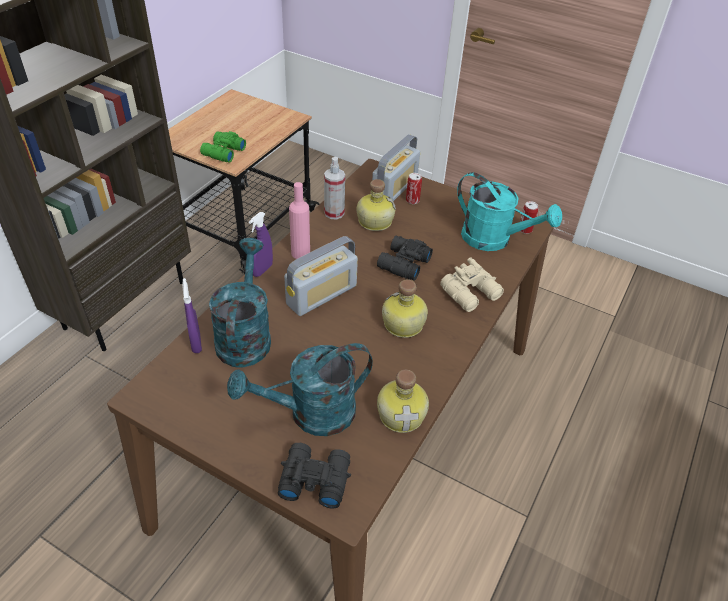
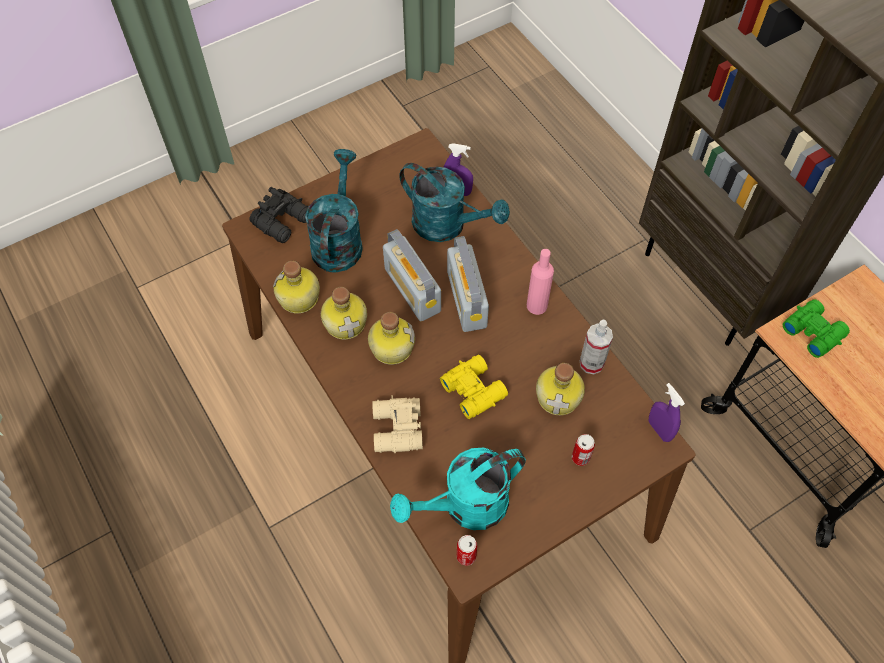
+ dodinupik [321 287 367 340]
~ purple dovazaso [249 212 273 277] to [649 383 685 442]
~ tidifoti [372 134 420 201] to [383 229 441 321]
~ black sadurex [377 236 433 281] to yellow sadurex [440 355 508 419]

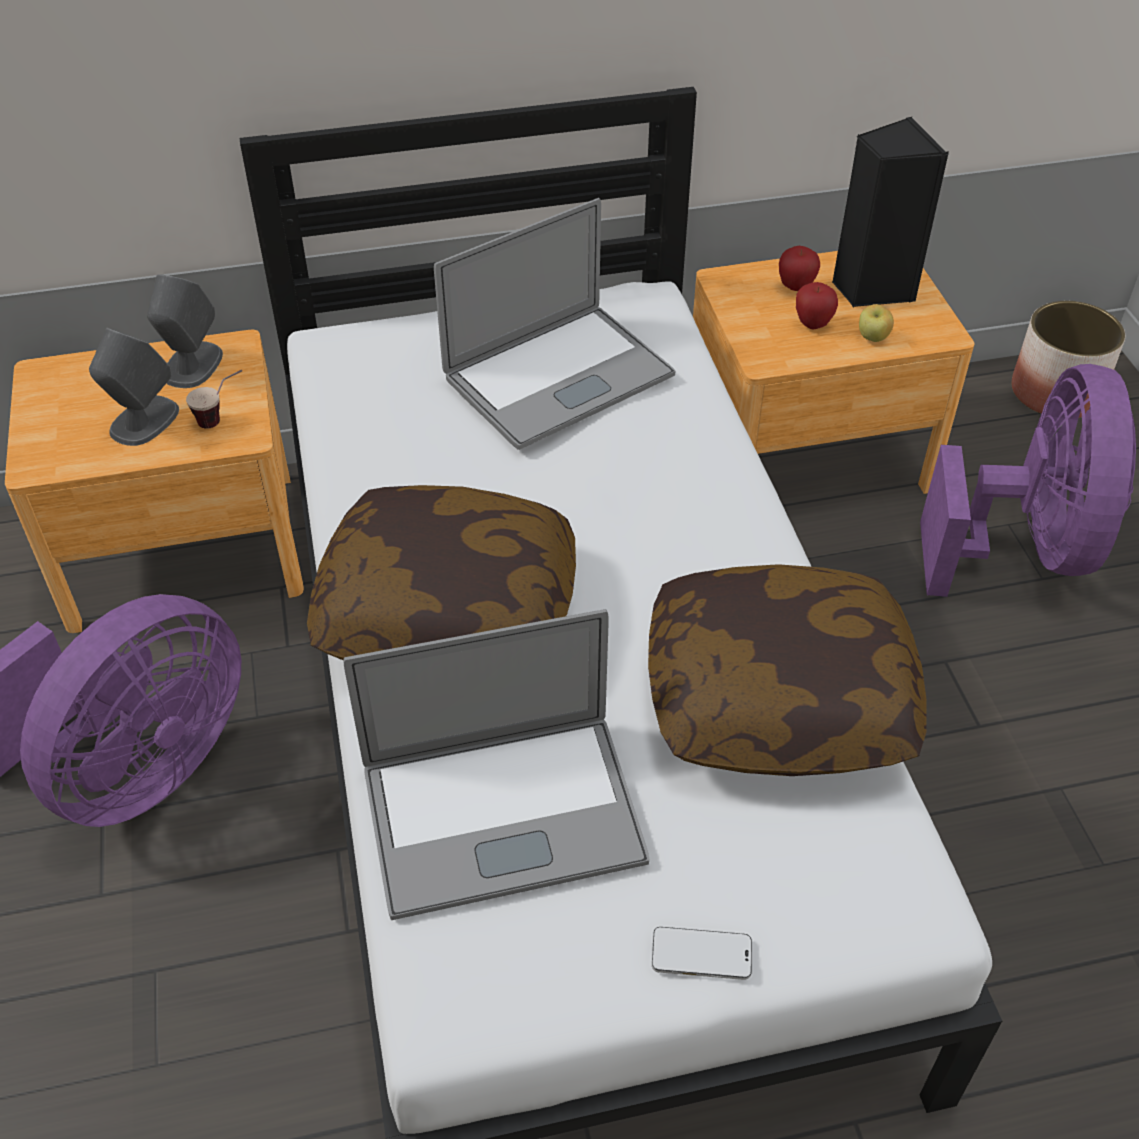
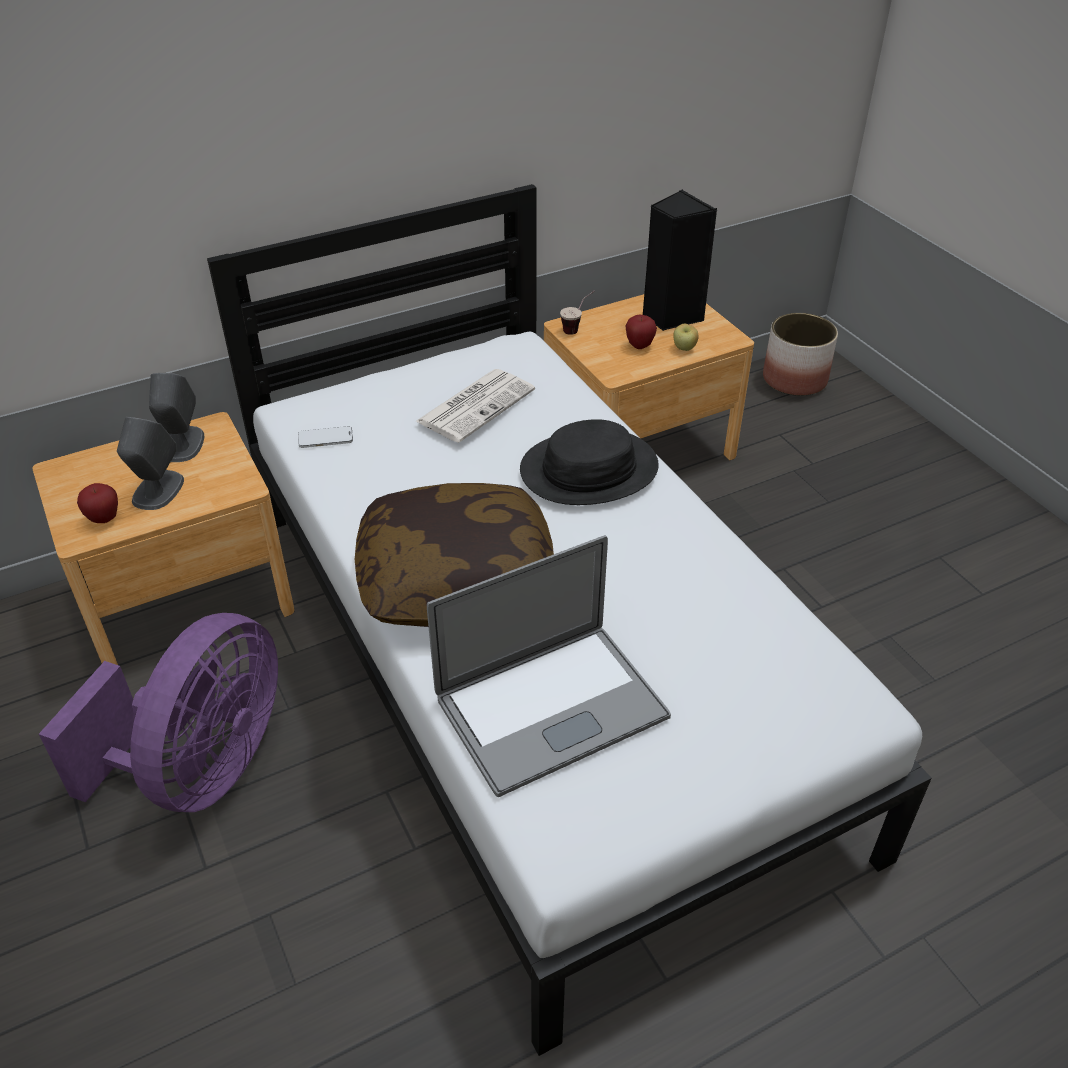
- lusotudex [648 564 926 776]
- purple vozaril [920 364 1136 597]
+ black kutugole [520 419 659 505]
~ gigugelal [186 370 242 429] to [560 291 595 335]
~ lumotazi [652 927 752 980] to [298 426 353 448]
~ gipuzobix [779 246 820 291] to [77 483 118 523]
~ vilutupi [434 198 675 450] to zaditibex [415 369 535 443]

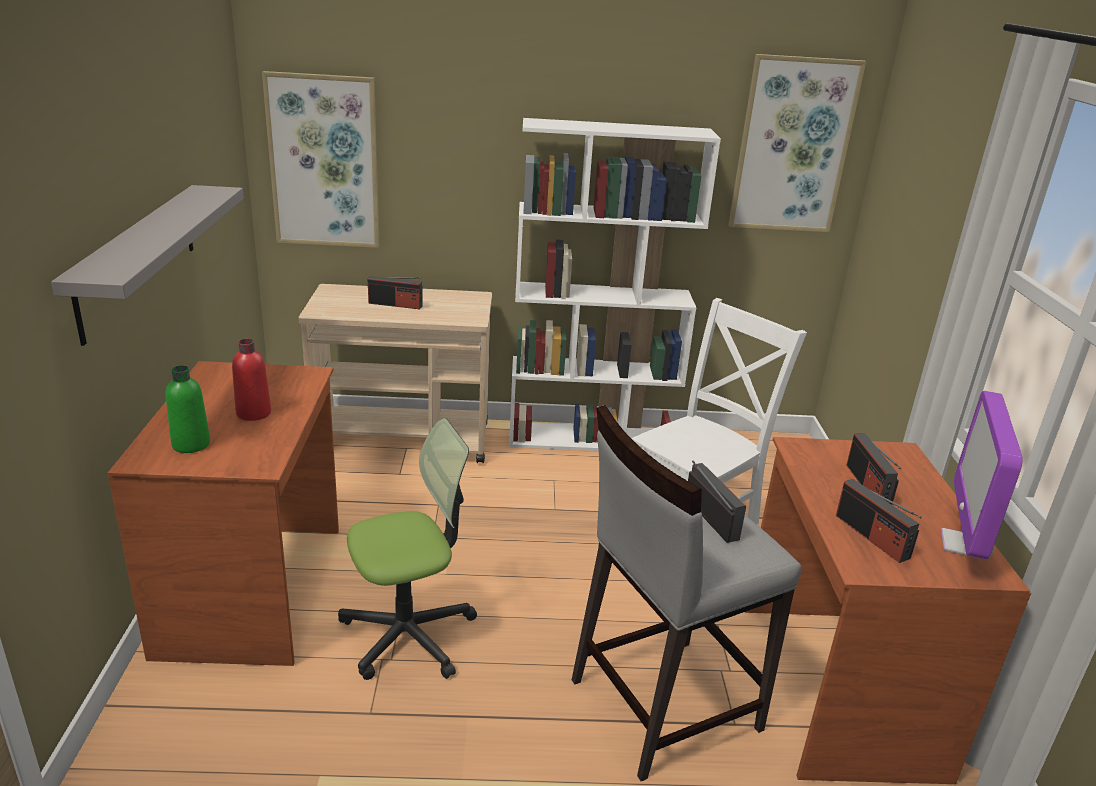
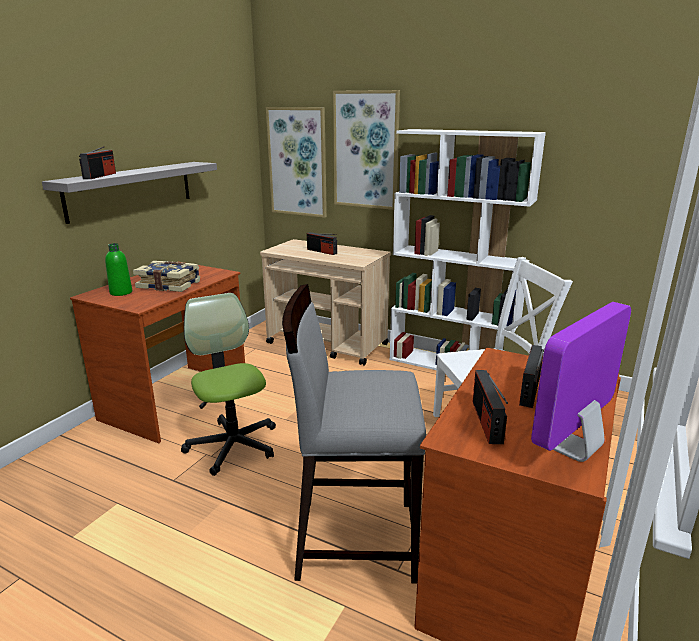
~ tidifoti [688 460 746 543] to [79 146 116 179]
~ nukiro [728 54 866 232] to [333 90 400 210]
~ red dodinupik [232 339 271 421] to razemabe [133 261 200 292]
~ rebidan [338 418 477 680] = [181 293 276 476] 120 degrees counterclockwise

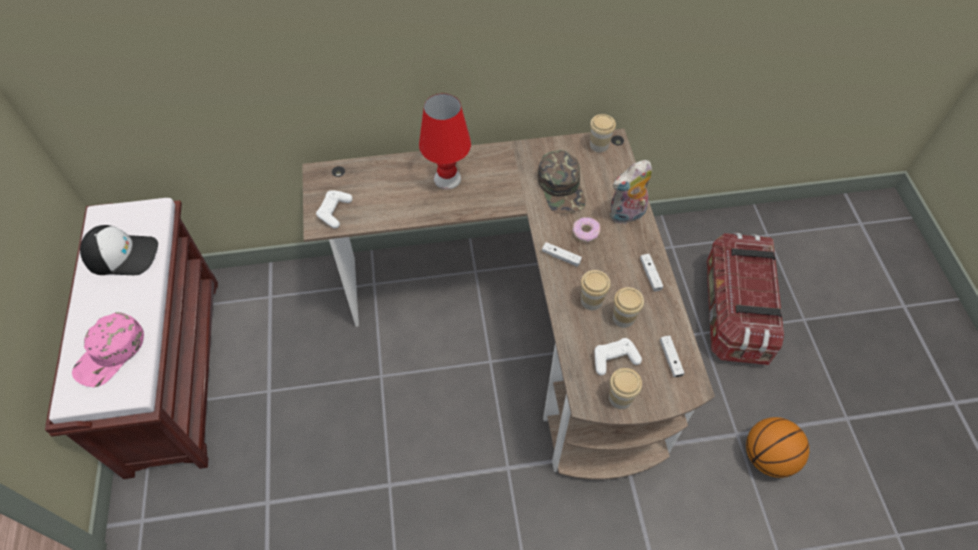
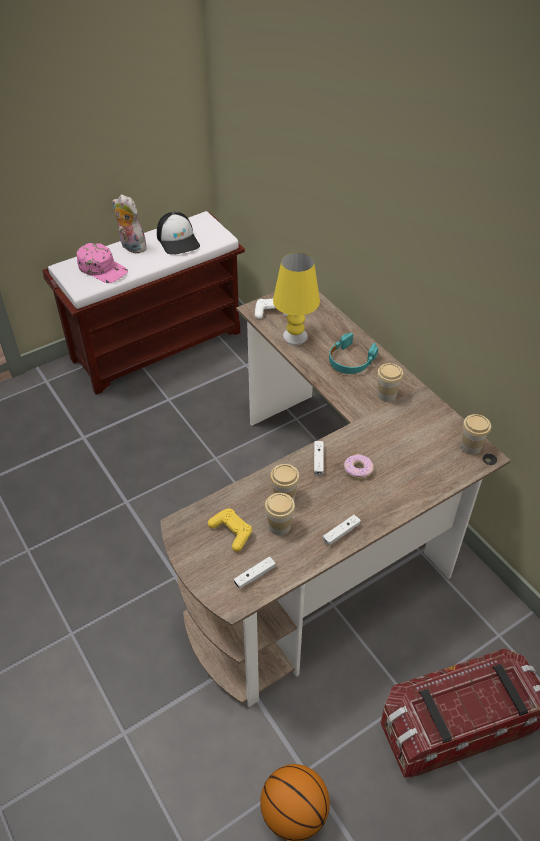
- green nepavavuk [537 150 586 214]
+ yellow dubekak [273 252 320 345]
~ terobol [609 160 652 224] to [112 194 147 253]
~ gigugelal [609 368 642 409] to [377 363 403 402]
~ red dubekak [419 93 471 189] to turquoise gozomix [329 333 378 374]
~ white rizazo [594 338 642 375] to yellow rizazo [208 508 252 552]
~ pink nepavavuk [72 312 144 387] = [76 243 128 283] 150 degrees counterclockwise

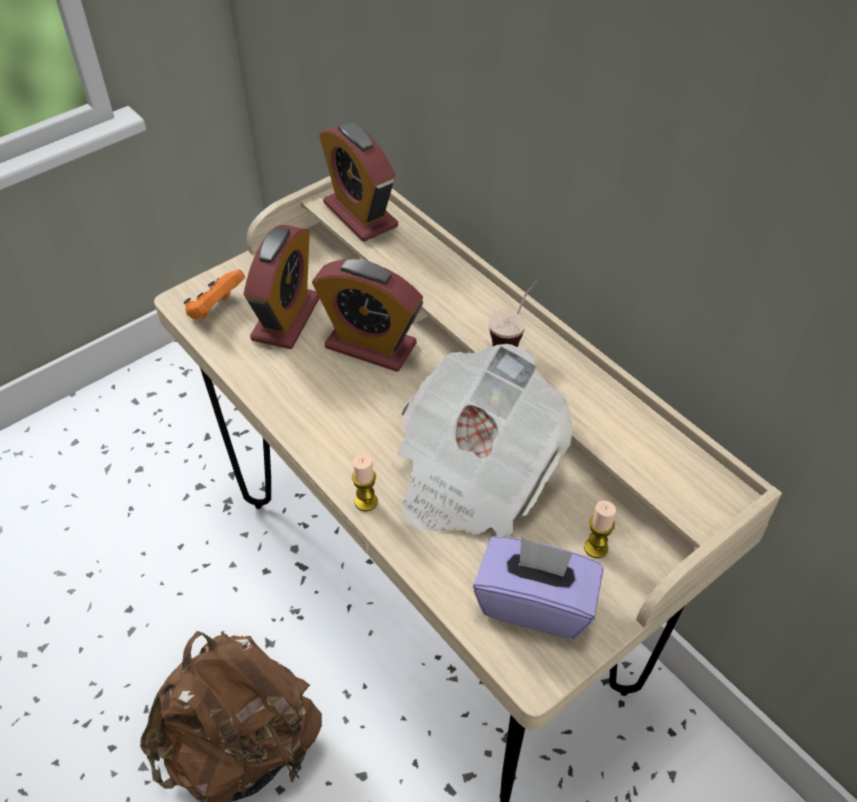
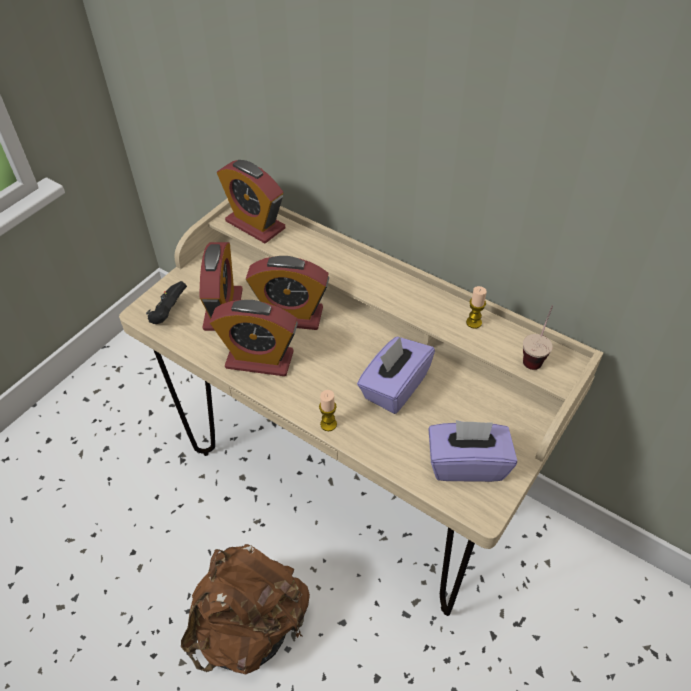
+ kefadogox [210 300 298 376]
~ gigugelal [488 277 541 347] to [523 306 553 370]
~ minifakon [584 500 616 558] to [466 286 487 329]
~ zaditibex [397 344 573 536] to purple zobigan [357 337 435 414]
~ orange rizazo [184 270 245 319] to black rizazo [146 281 187 324]

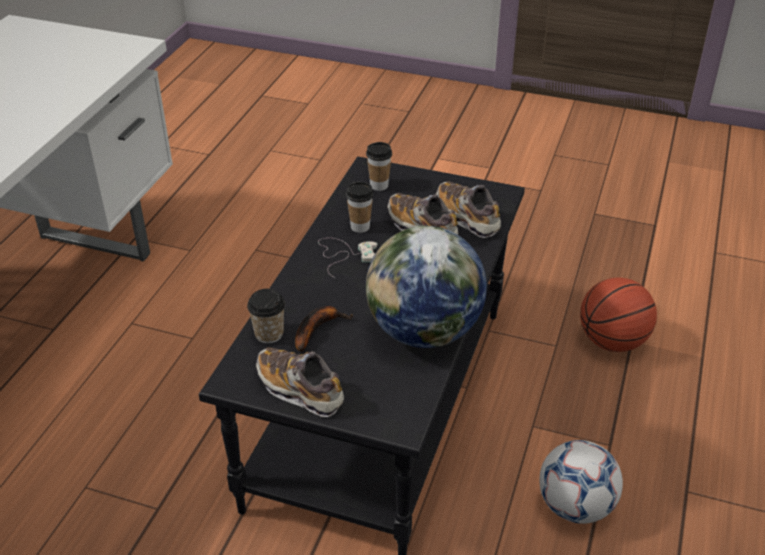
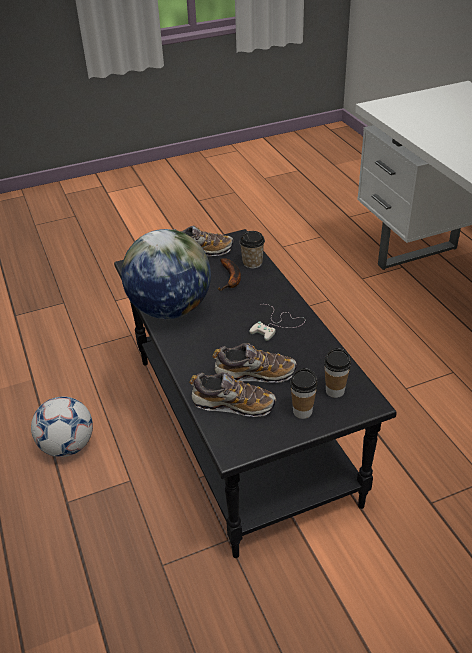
- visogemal [580 277 657 352]
~ gigugelal [346 182 374 233] to [290 368 318 419]

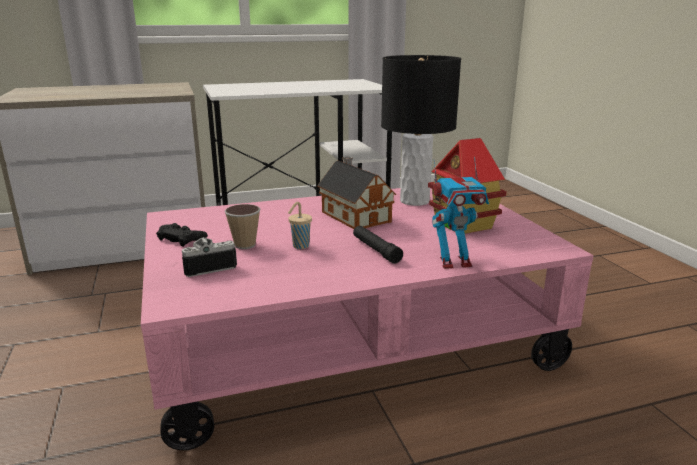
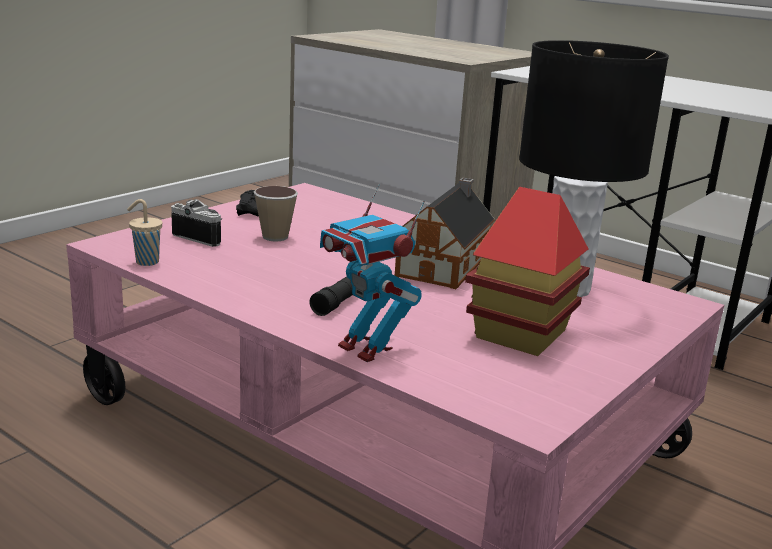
~ beige gigugelal [288 202 312 249] to [127 199 162 266]

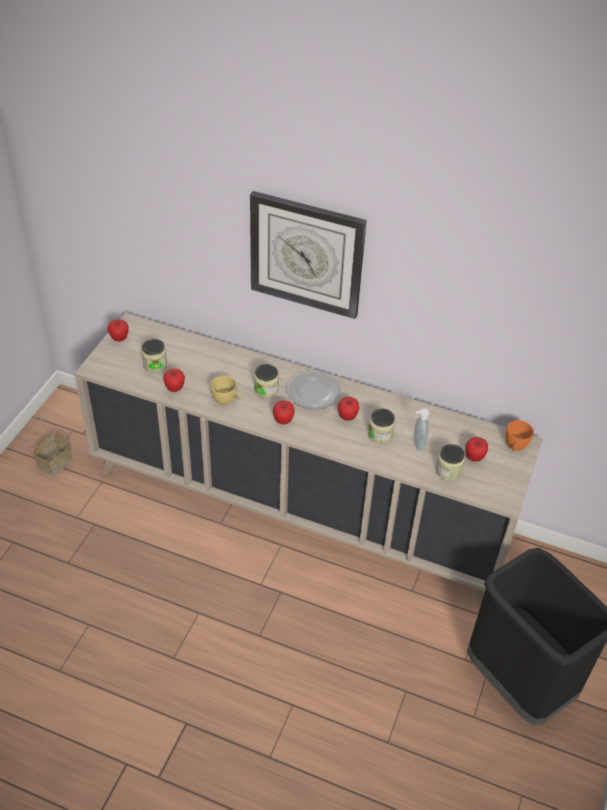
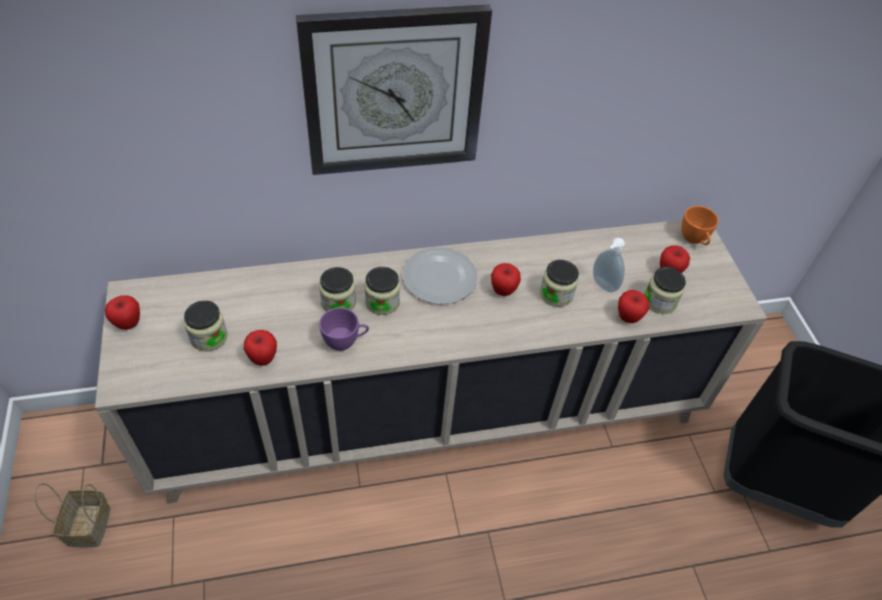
+ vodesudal [319 267 356 312]
~ gipuzobix [273 400 295 425] to [618 290 649 323]
~ yellow gigugelal [210 376 241 405] to purple gigugelal [319 308 369 351]

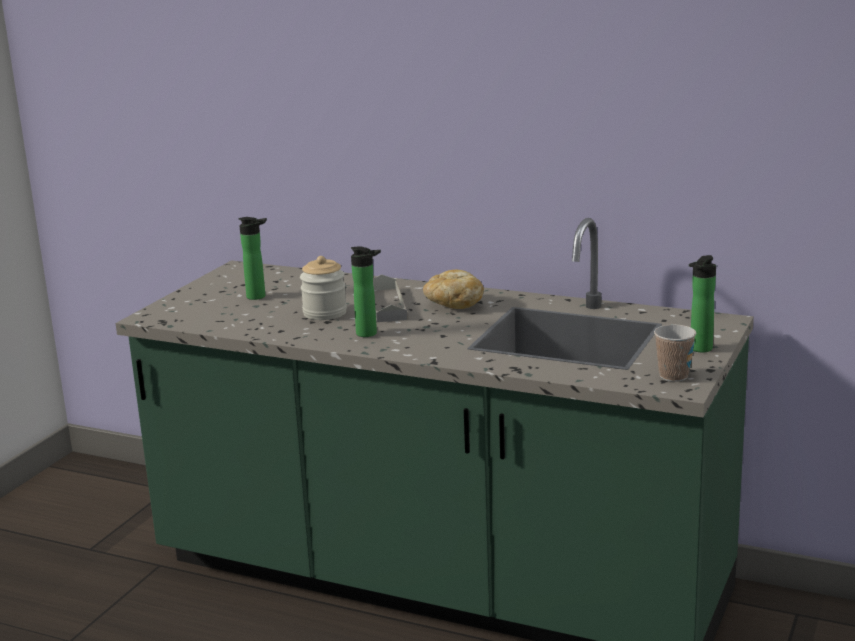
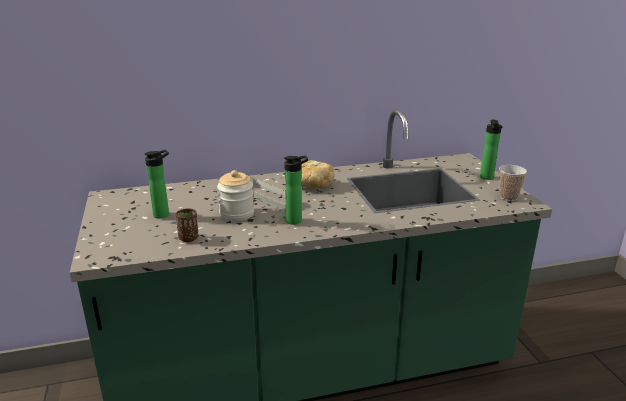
+ brown gigugelal [176 208 198 242]

